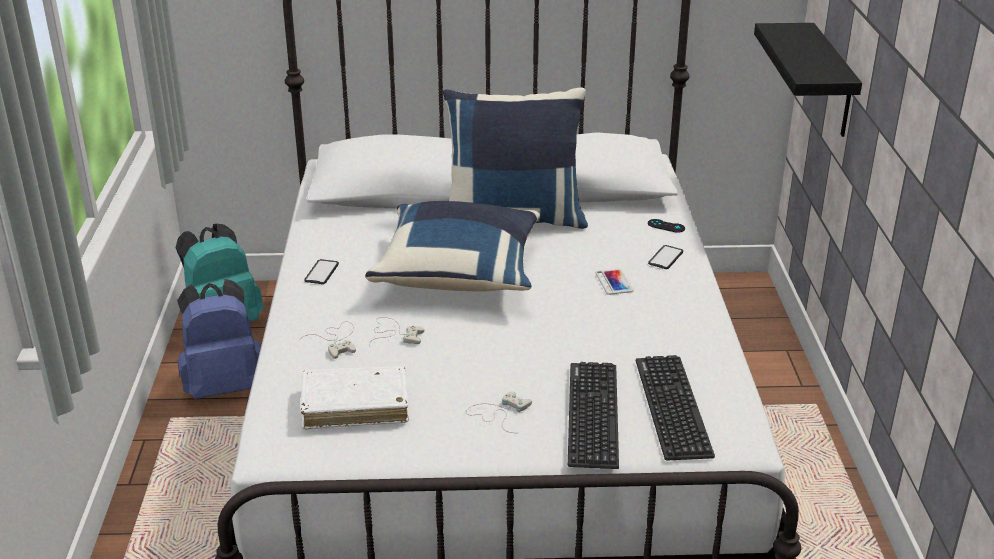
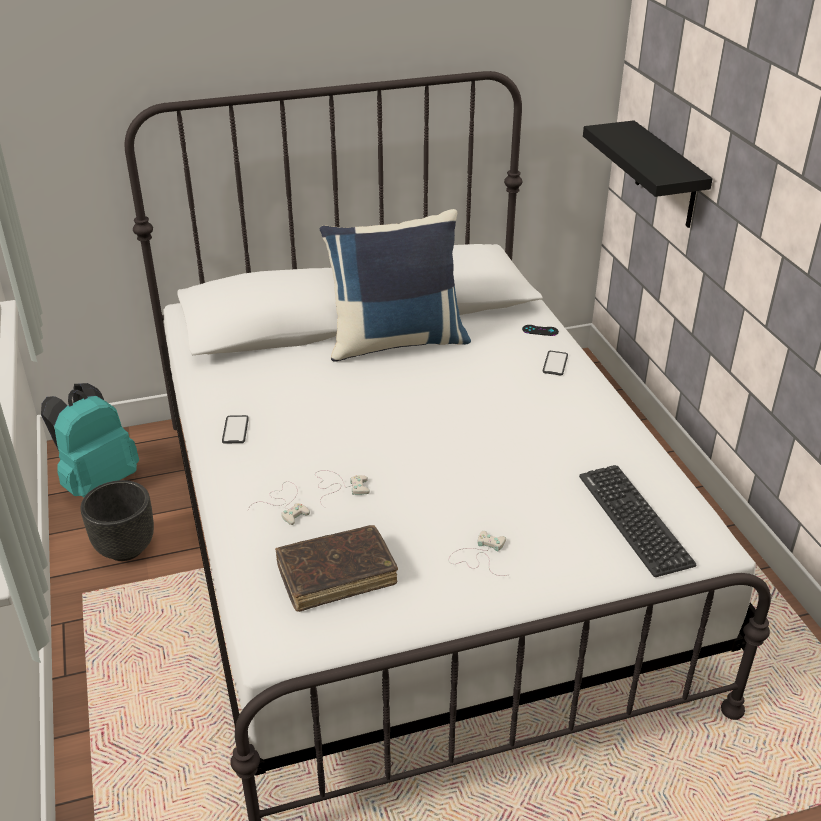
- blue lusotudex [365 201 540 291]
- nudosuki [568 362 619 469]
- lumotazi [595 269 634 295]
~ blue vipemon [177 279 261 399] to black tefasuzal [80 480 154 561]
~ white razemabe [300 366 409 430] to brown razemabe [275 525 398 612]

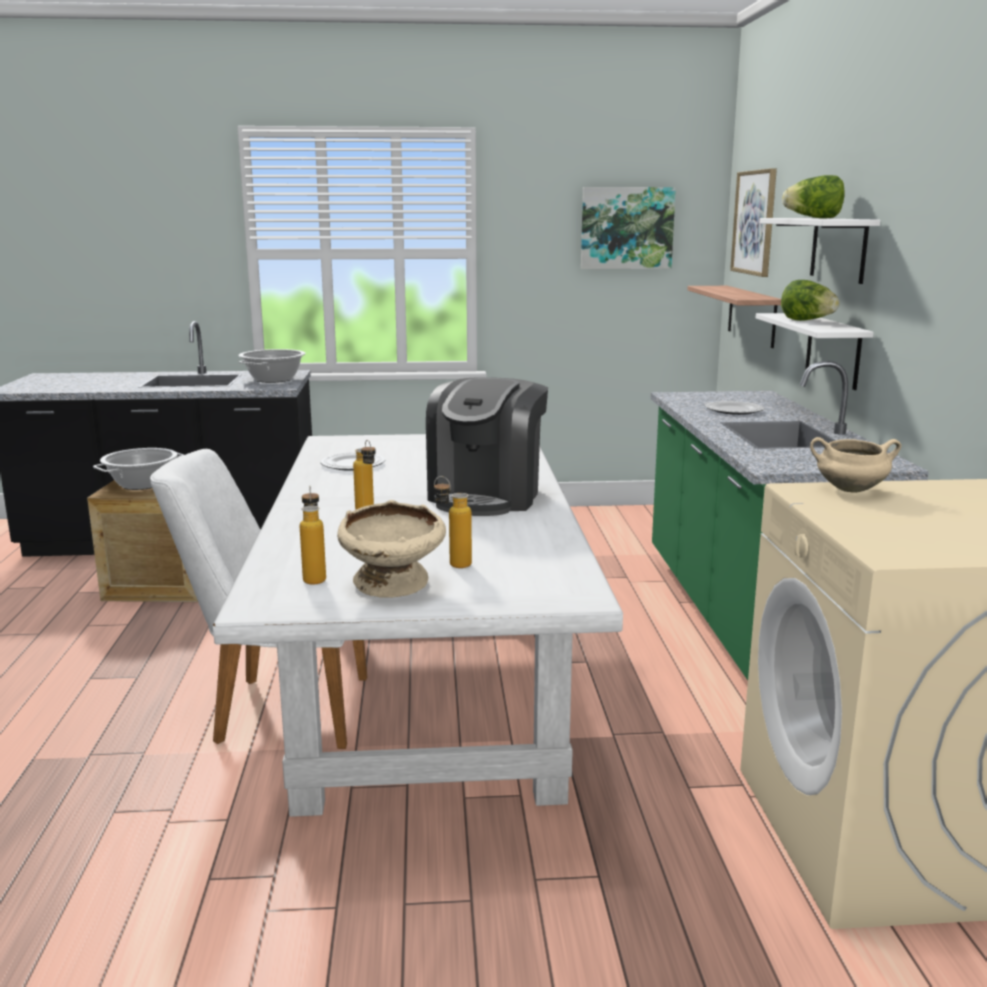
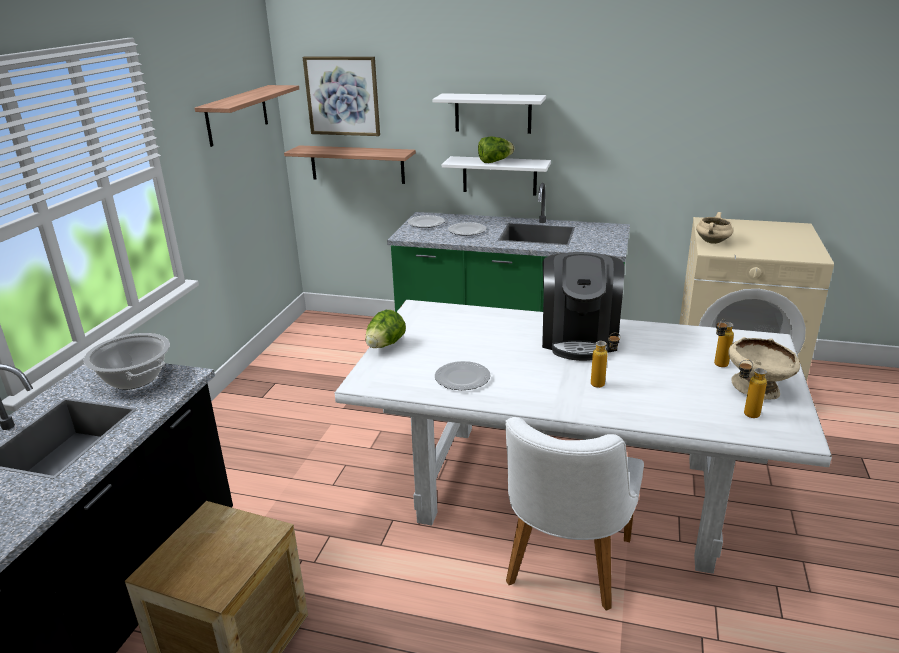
- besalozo [93 448 183 490]
+ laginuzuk [408 215 445 228]
~ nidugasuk [782 175 845 218] to [365 310 406 348]
~ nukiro [581 187 676 269] to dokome [195 85 299 147]
~ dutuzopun [426 377 548 516] = [542 252 625 361] 60 degrees clockwise

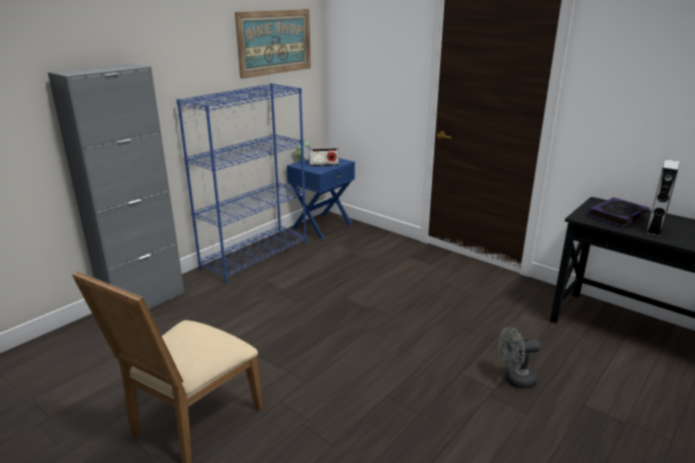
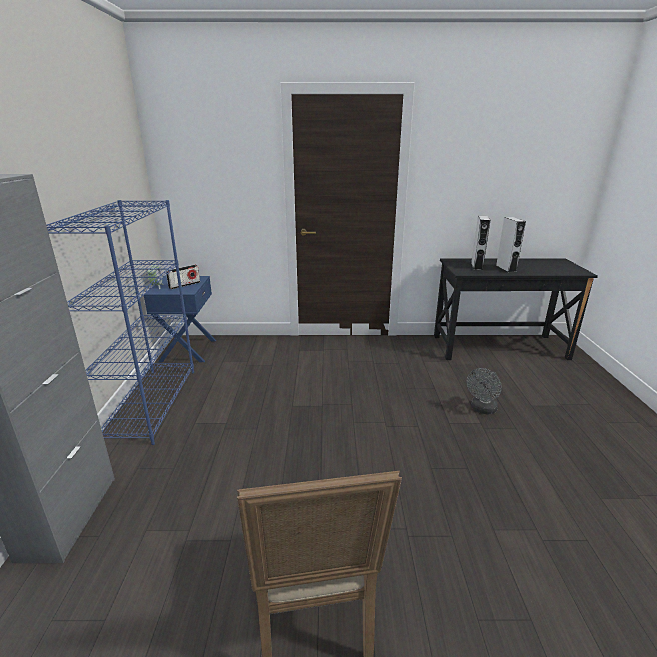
- nukiro [235 9 311 79]
~ razemabe [588 197 650 227] to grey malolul [471 216 490 270]

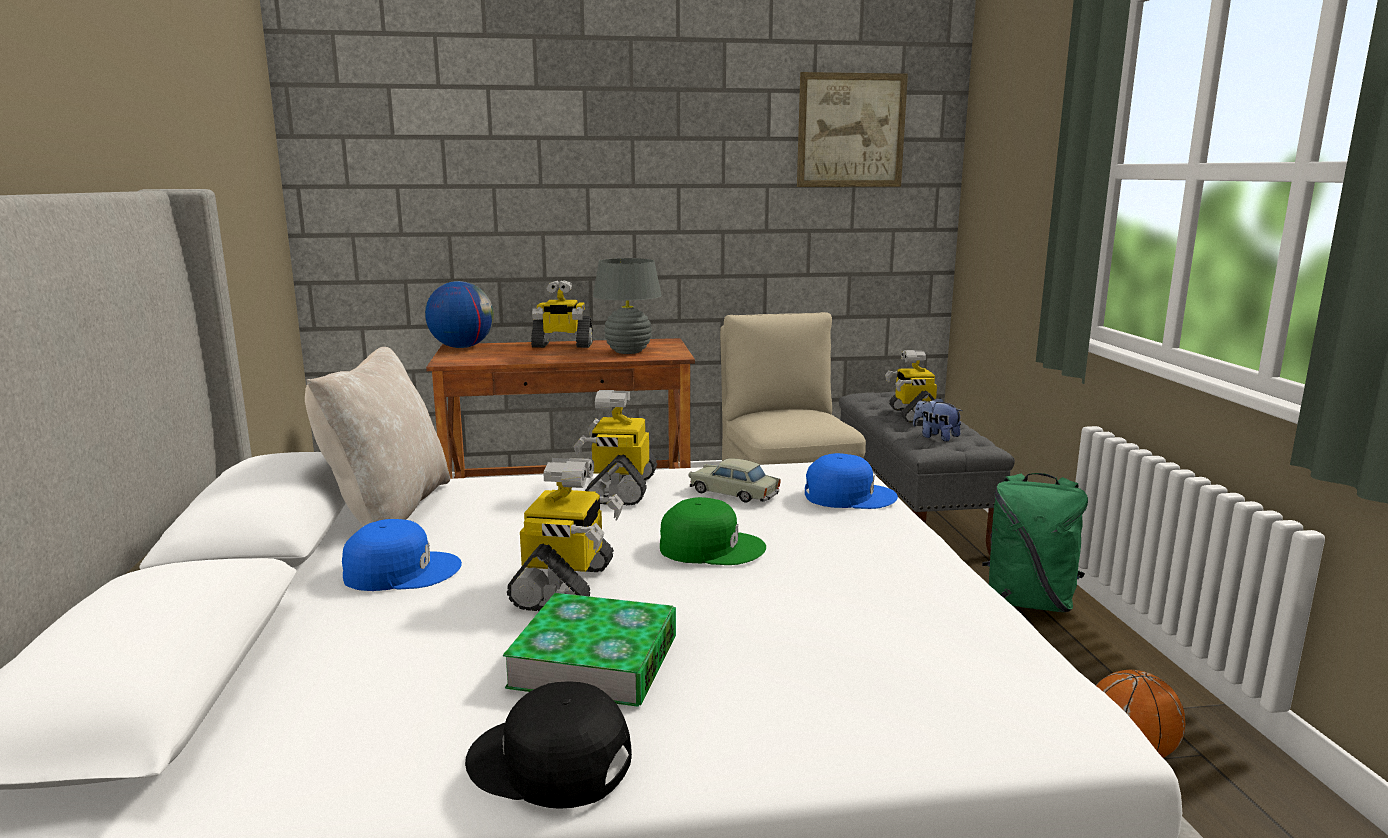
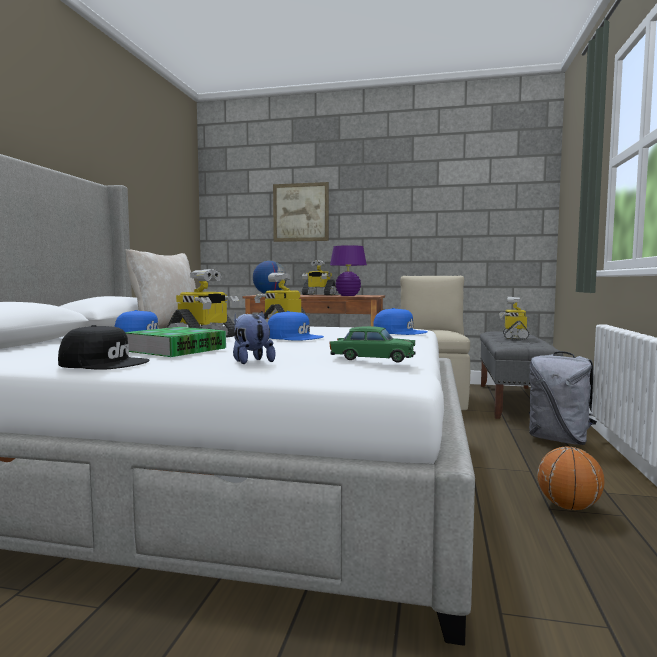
- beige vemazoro [688 458 781 503]
+ green vemazoro [329 326 416 363]
~ nukiro [797 72 908 187] to [273 182 329 242]
~ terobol [913 398 963 441] to [233 311 275 364]
~ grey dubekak [593 258 662 354] to purple dubekak [330 245 367 296]
~ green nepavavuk [660 497 766 565] to blue nepavavuk [268 311 324 341]
~ green vipemon [982 473 1088 612] to grey vipemon [529 351 597 445]
~ black nepavavuk [465 682 632 809] = [58 325 150 370] 150 degrees clockwise

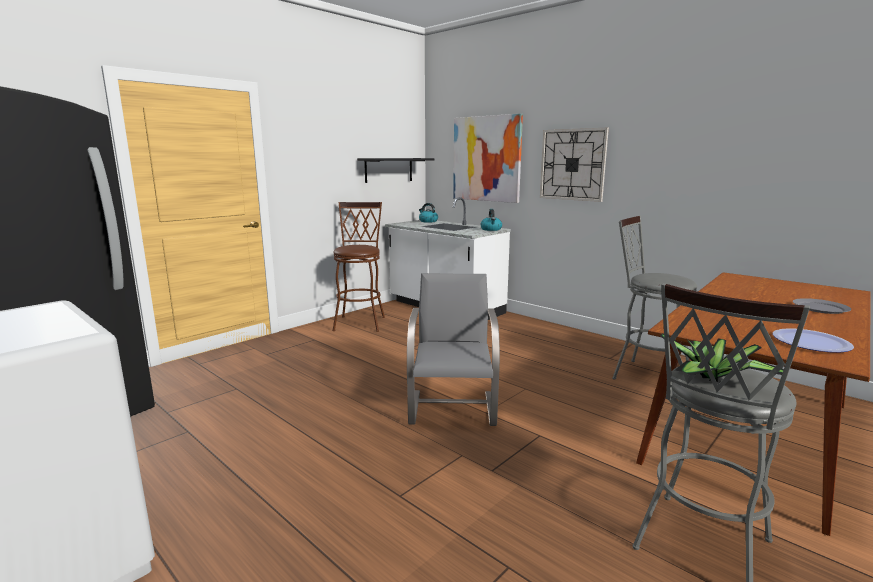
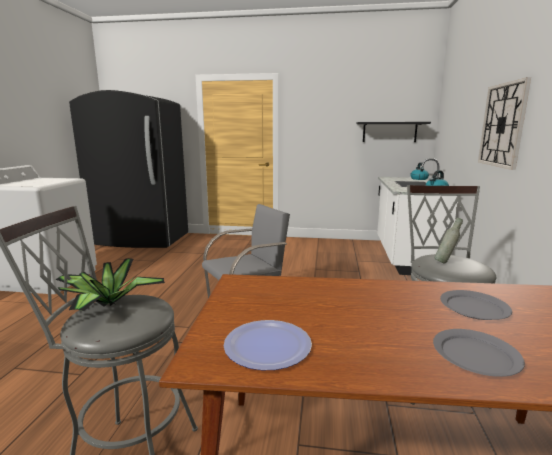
- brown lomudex [332 202 385 332]
- nukiro [453 114 523 203]
+ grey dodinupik [435 218 463 264]
+ grey laginuzuk [440 290 512 320]

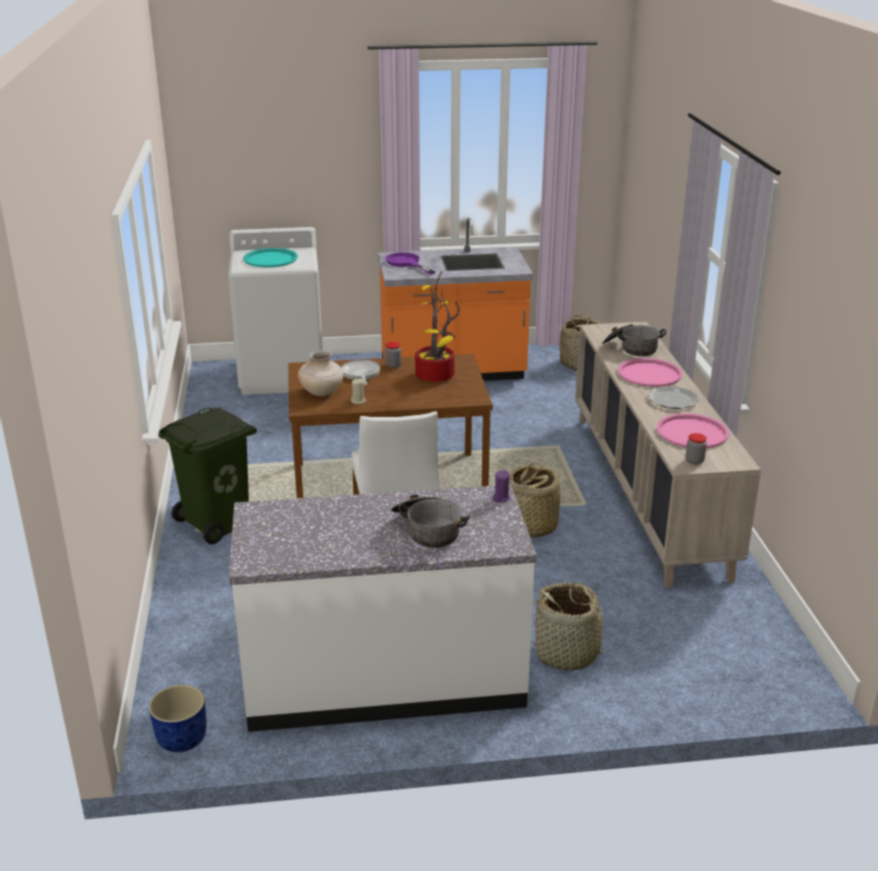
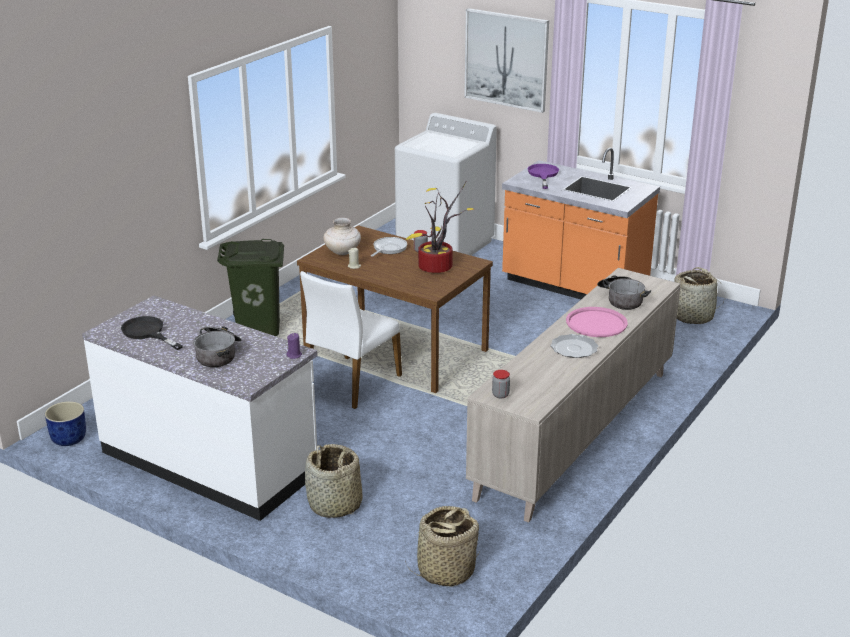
- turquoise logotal [243 248 298 267]
- pink logotal [657 413 729 448]
+ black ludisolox [121 316 183 350]
+ nukiro [464 8 549 113]
~ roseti [509 462 560 537] to [405 506 481 587]

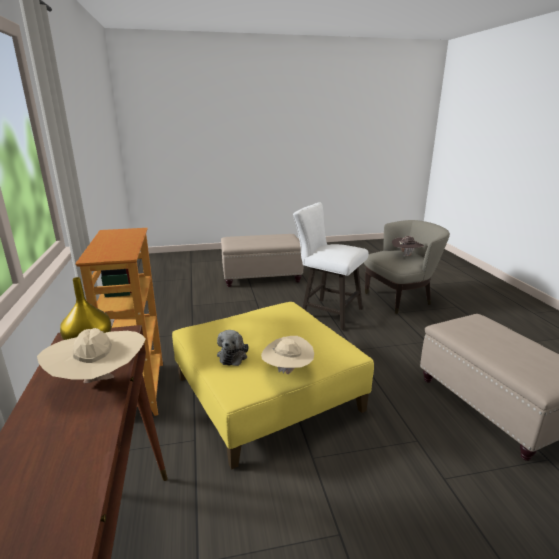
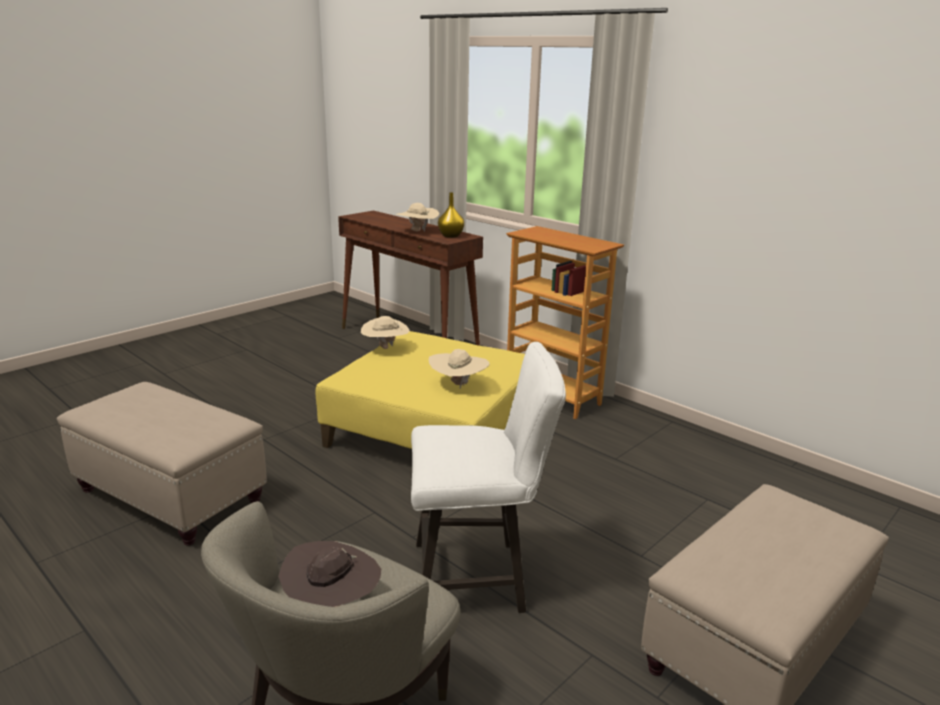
- terobol [217 330 249 366]
+ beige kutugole [429 349 490 389]

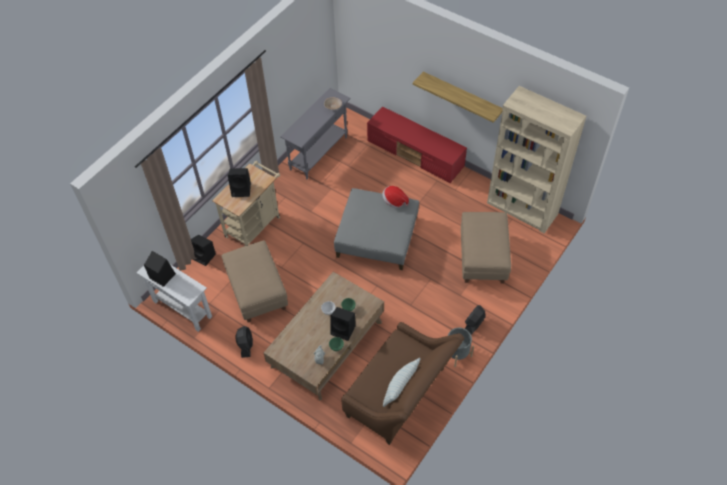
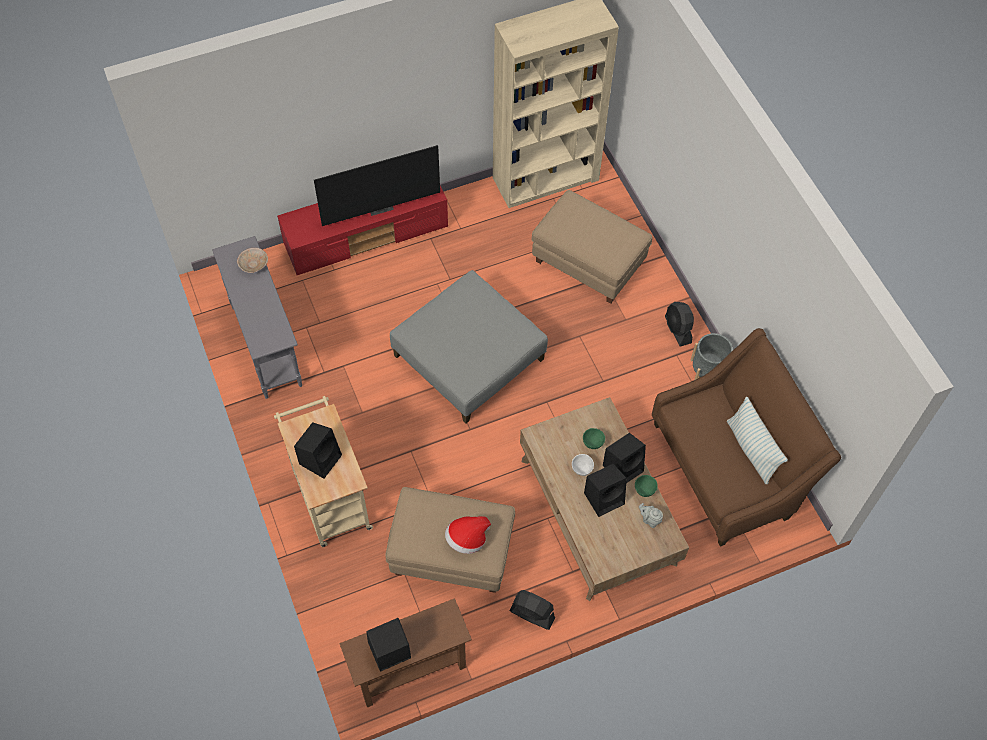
- dokome [413 72 503 123]
+ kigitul [314 145 440 226]
~ black malolul [191 235 216 266] to [584 464 627 517]
~ kutugole [383 186 409 208] to [445 516 491 554]
~ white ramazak [137 265 212 332] to brown ramazak [339 598 472 708]

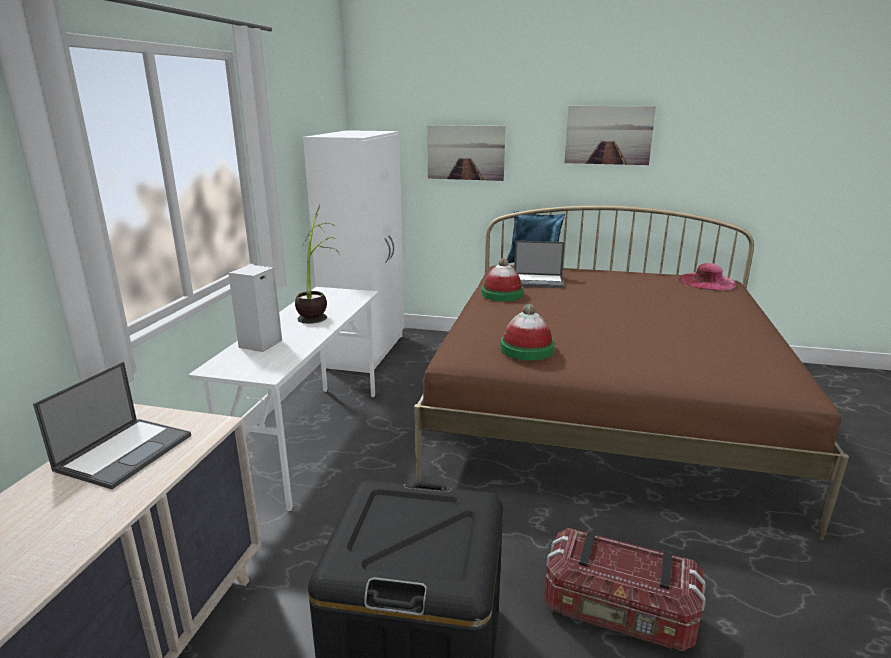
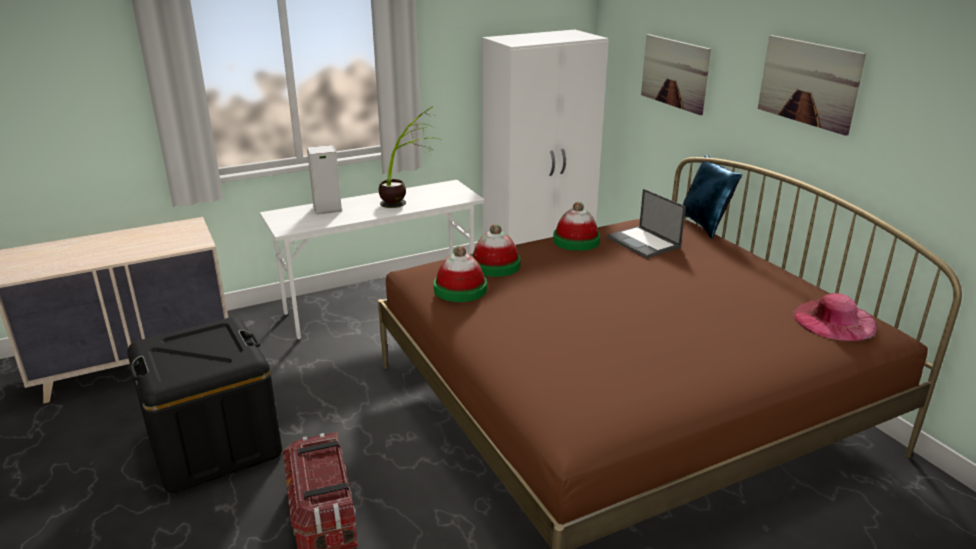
- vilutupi [33 361 191 489]
+ kutugole [471 224 521 277]

